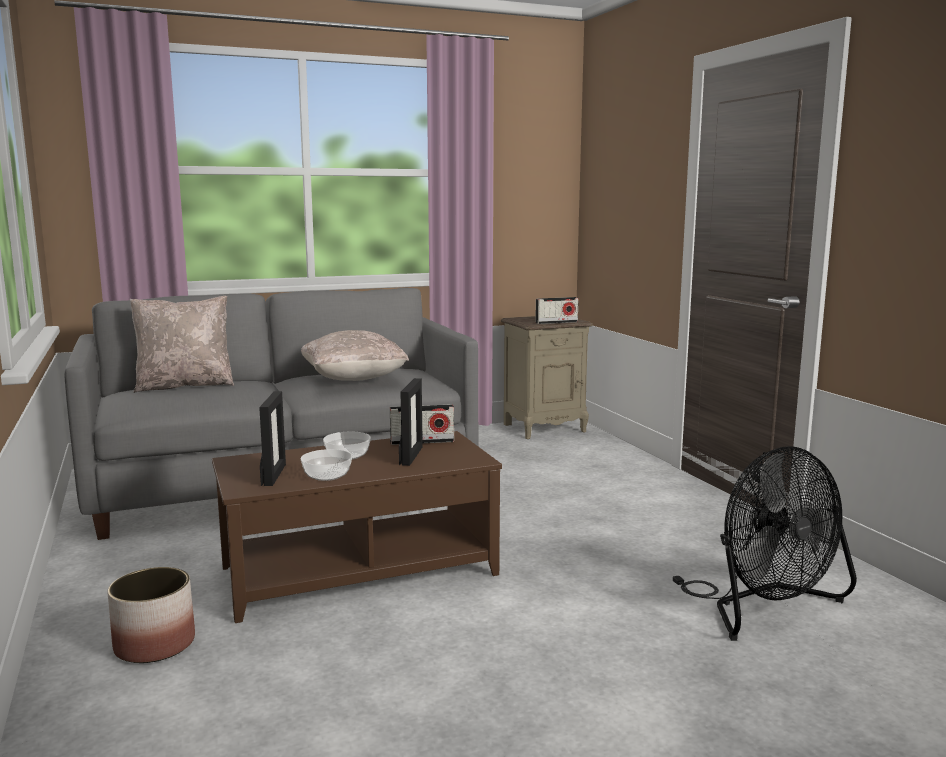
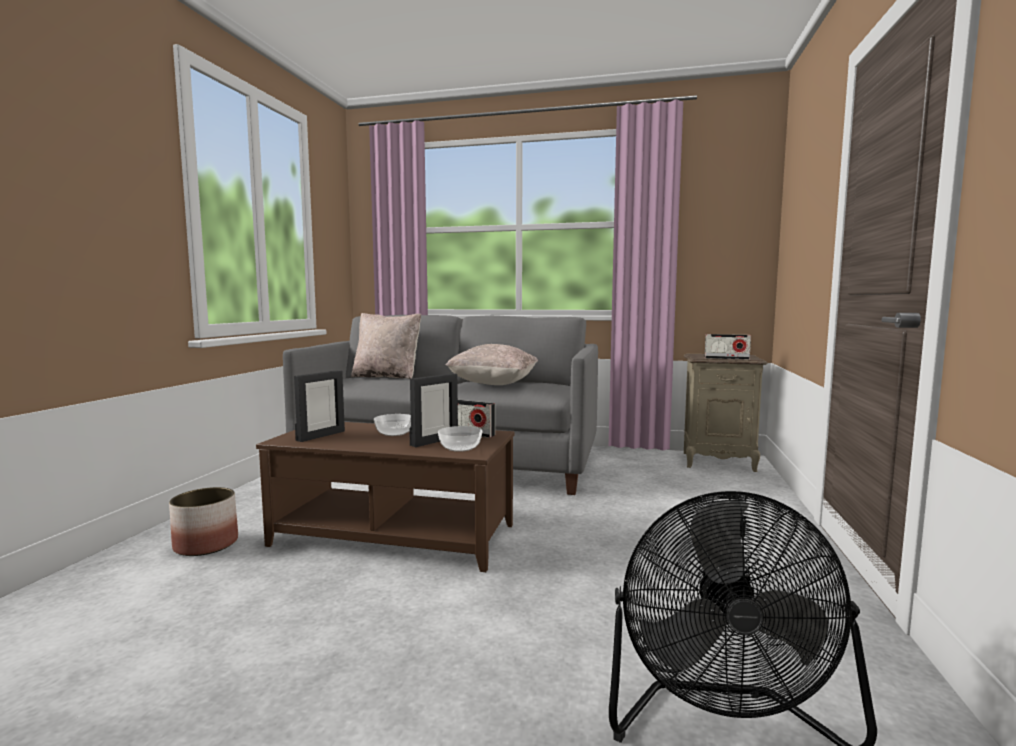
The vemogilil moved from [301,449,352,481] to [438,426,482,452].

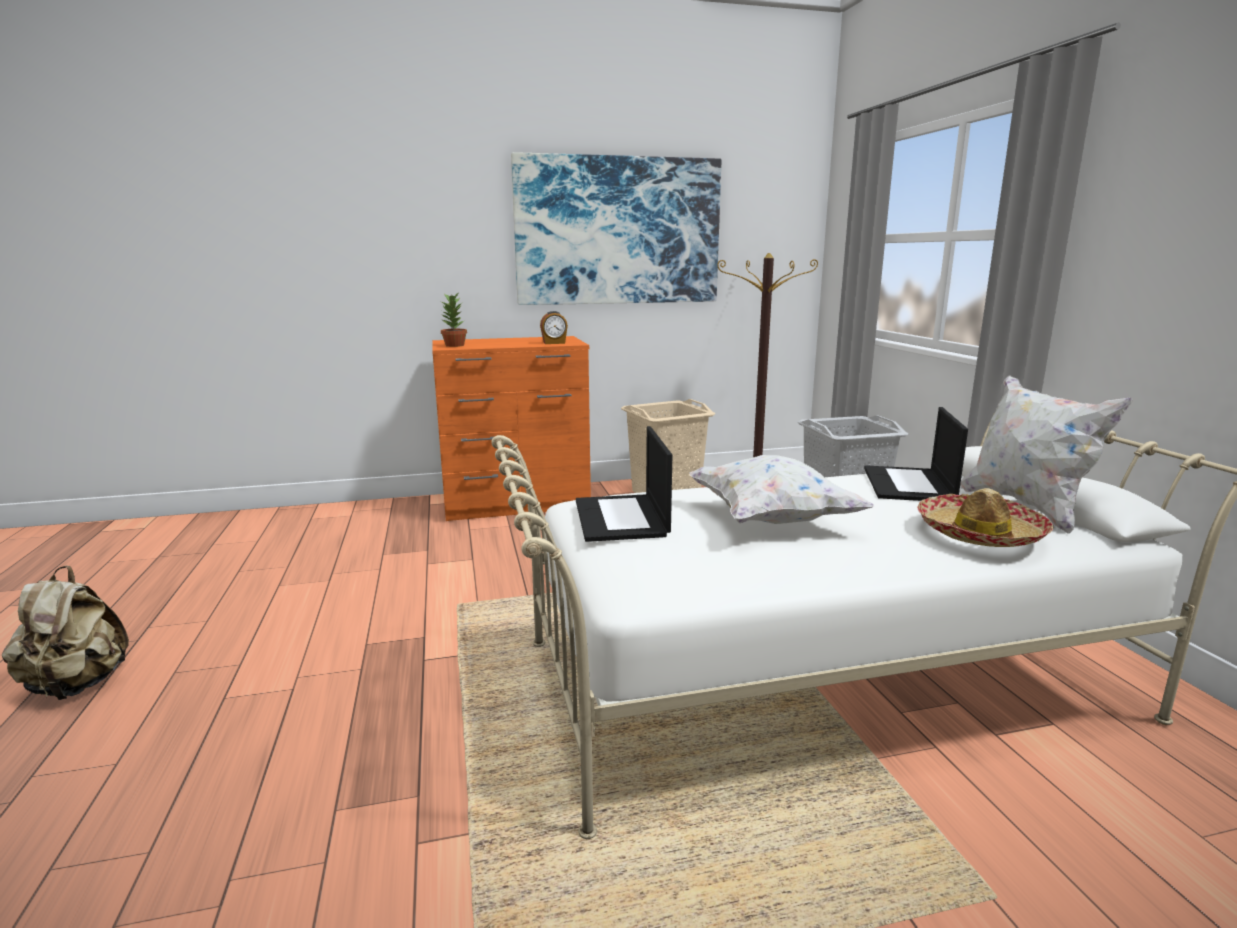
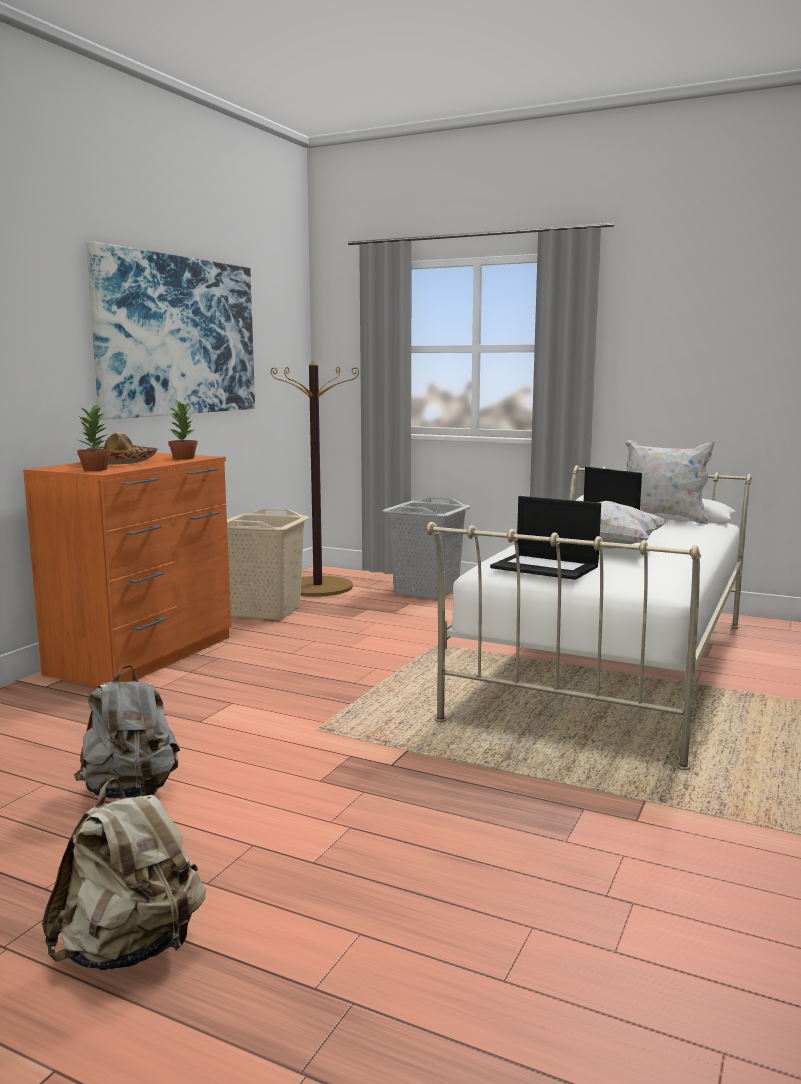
The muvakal at [540,311,568,344] was replaced by the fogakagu at [168,400,198,460]. The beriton moved from [917,488,1054,547] to [78,432,158,465]. The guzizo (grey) at [74,665,180,799] appeared.

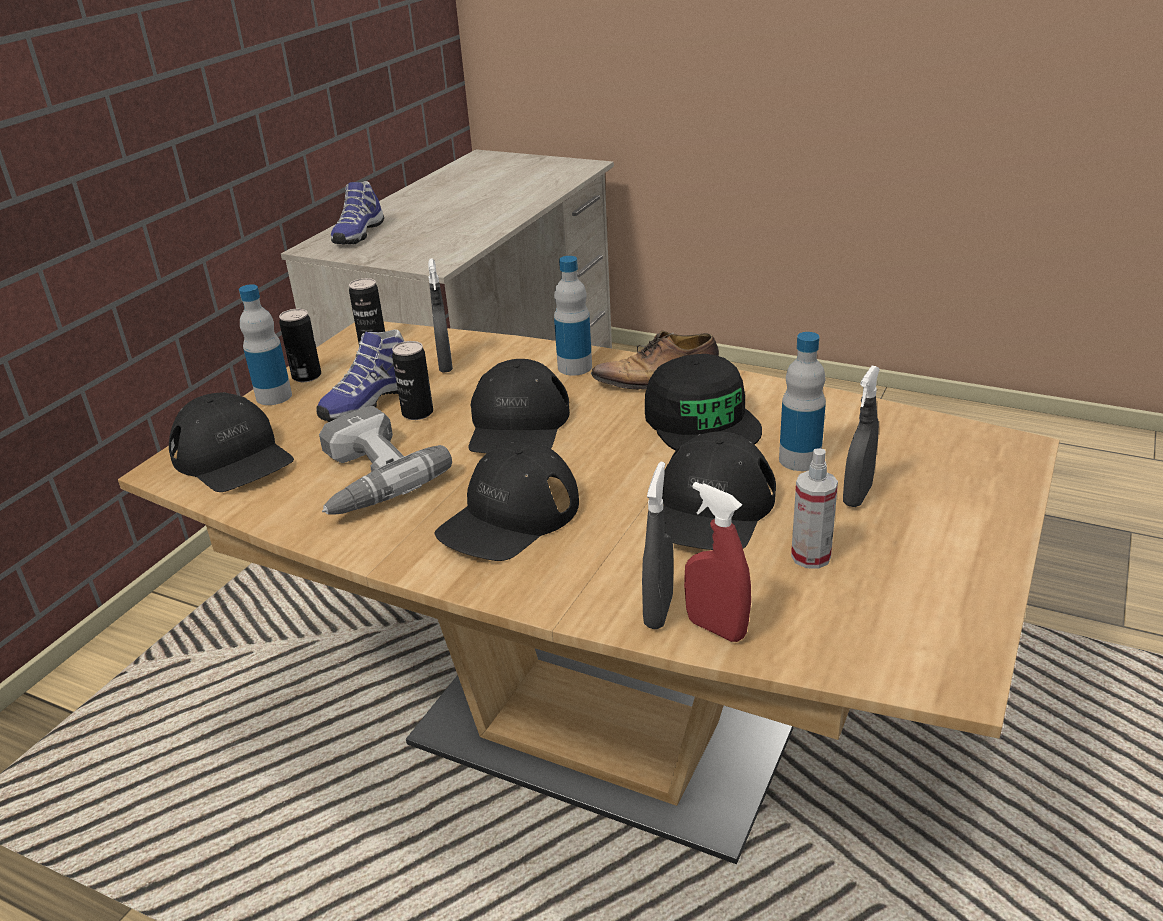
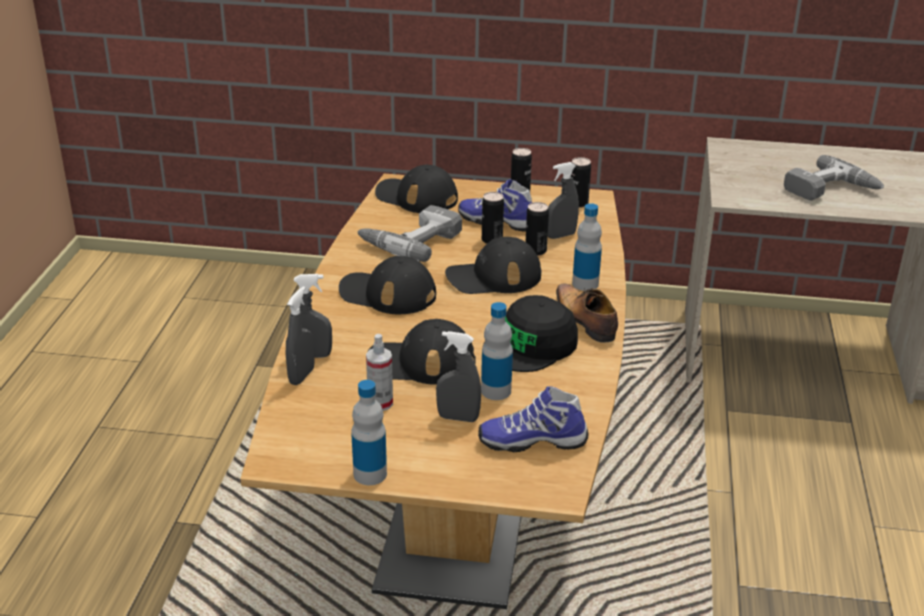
The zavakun moved from [331,181,384,244] to [478,386,588,452]. The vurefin moved from [239,284,292,405] to [351,380,387,485]. The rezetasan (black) at [169,392,294,492] turned 90 degrees clockwise. The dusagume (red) at [684,482,751,642] became the dusagume (grey) at [286,286,315,385]. The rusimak at [784,155,884,201] appeared. The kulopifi at [526,202,549,256] appeared.

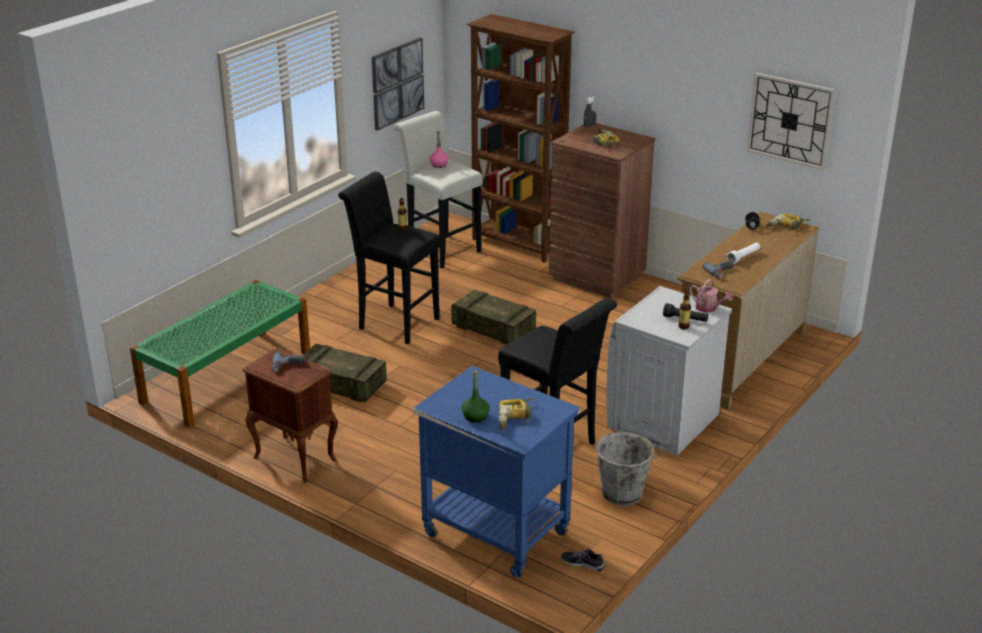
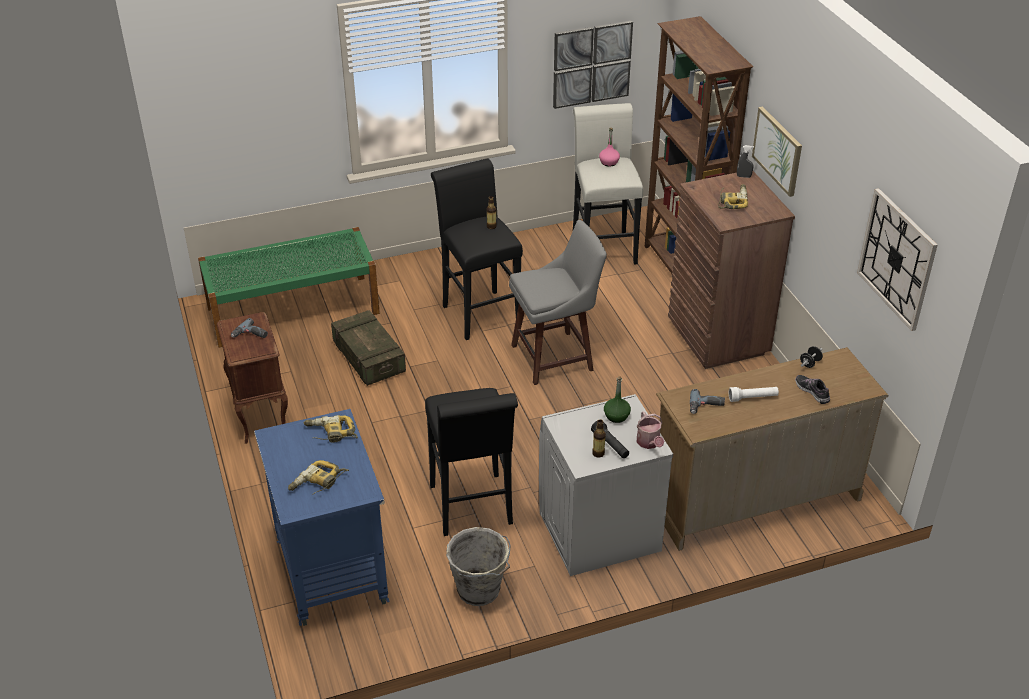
The rusimak moved from [765,213,810,230] to [304,415,358,443]. The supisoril at [451,289,536,345] was replaced by the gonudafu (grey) at [509,220,607,385]. The vurefin (green) moved from [462,370,490,422] to [604,376,631,423]. The zavakun moved from [561,549,605,571] to [795,375,830,404]. The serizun at [752,107,802,197] appeared.

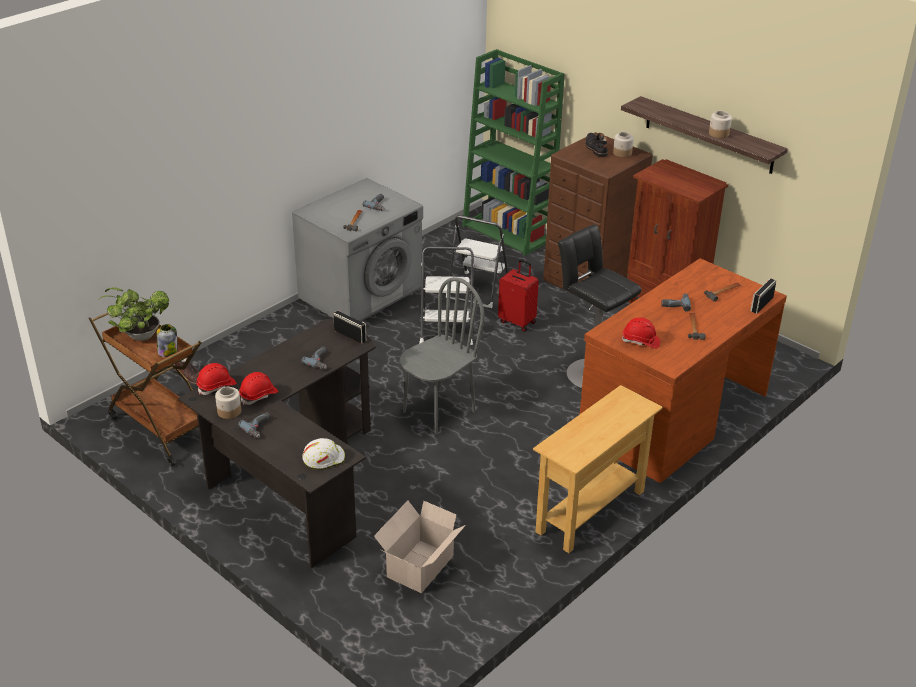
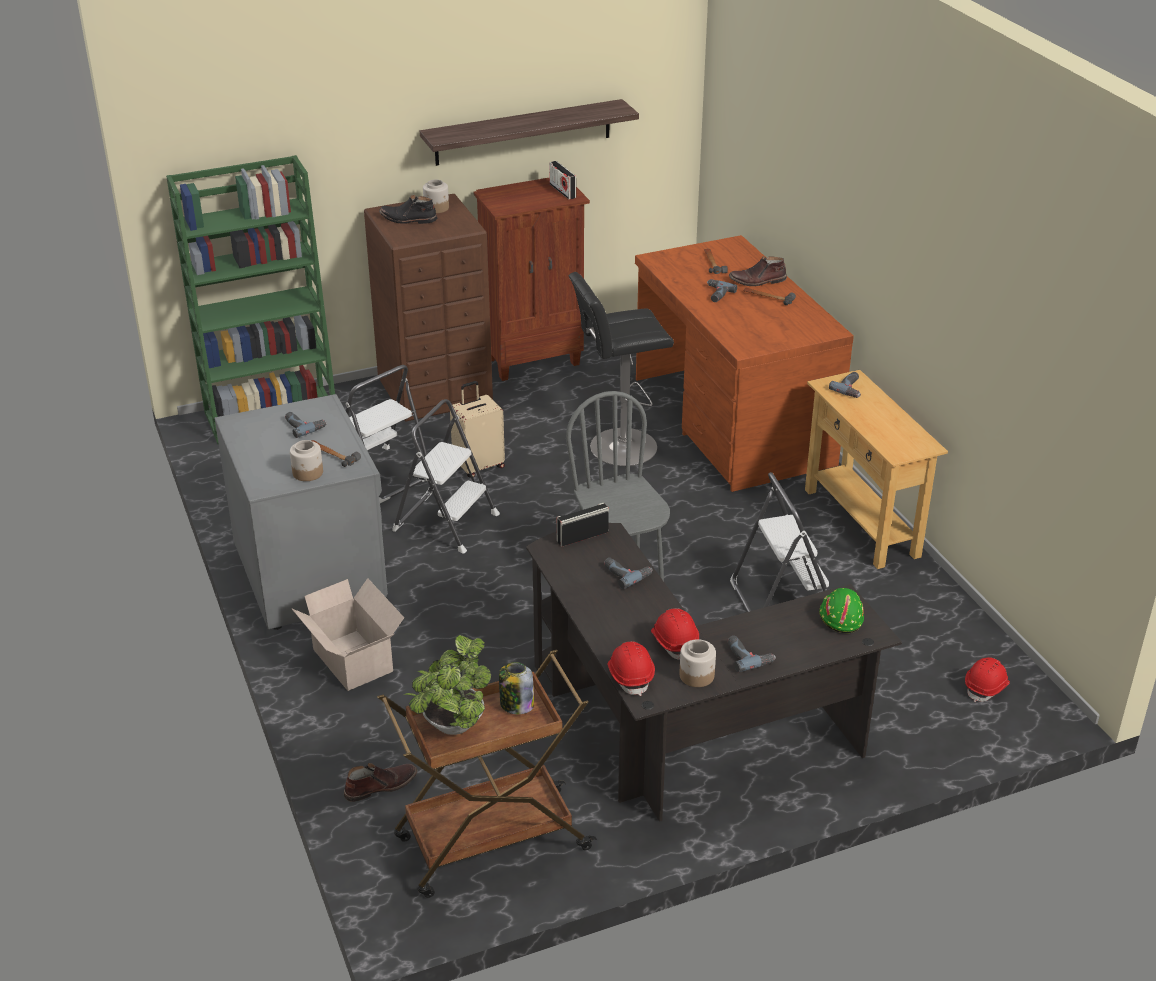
The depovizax moved from [709,111,732,138] to [290,440,323,481]. The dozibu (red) at [498,259,539,332] became the dozibu (beige) at [450,381,505,478]. The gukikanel moved from [750,278,776,313] to [549,161,576,199]. The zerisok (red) moved from [622,317,660,349] to [965,657,1010,703]. The zerisok (white) at [302,438,345,470] became the zerisok (green) at [819,588,864,633]. The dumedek moved from [374,500,466,593] to [291,578,404,691]. The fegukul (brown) at [729,256,787,286] appeared. The rusimak at [829,372,861,398] appeared. The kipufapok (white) at [730,472,829,612] appeared.

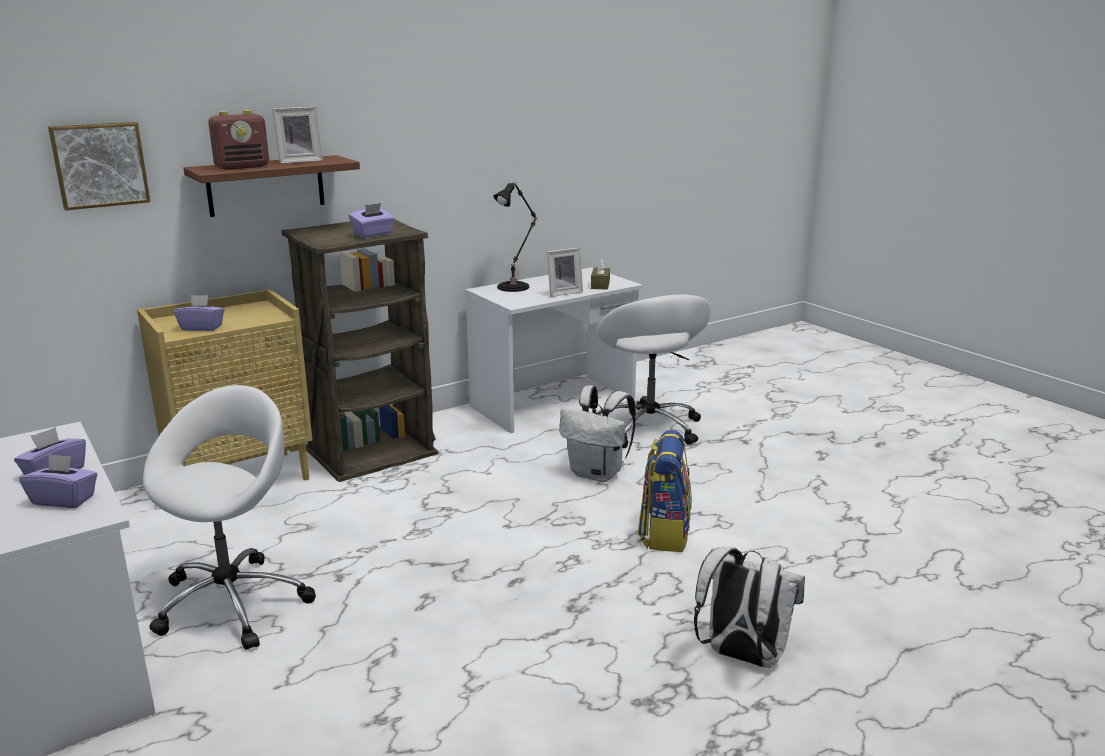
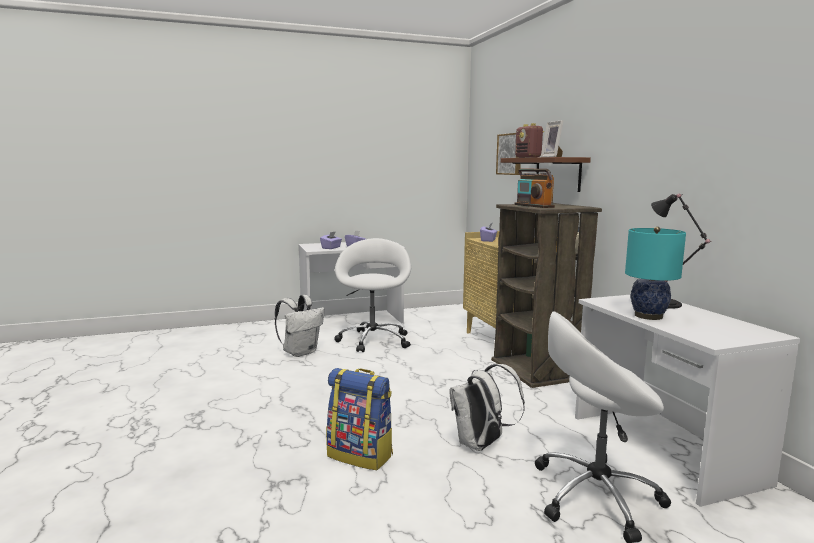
The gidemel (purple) at [349,203,395,237] was replaced by the gukikanel at [514,168,555,208]. The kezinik at [547,248,583,297] was replaced by the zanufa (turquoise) at [625,227,686,320]. The gidemel (brown) at [591,259,610,290] disappeared. The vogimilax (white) at [143,385,316,650] turned 135 degrees counterclockwise. The guzizo (white) moved from [694,547,805,668] to [275,295,325,357].

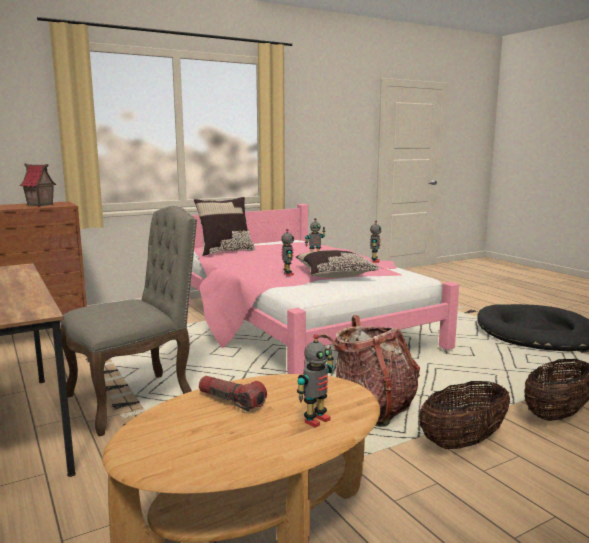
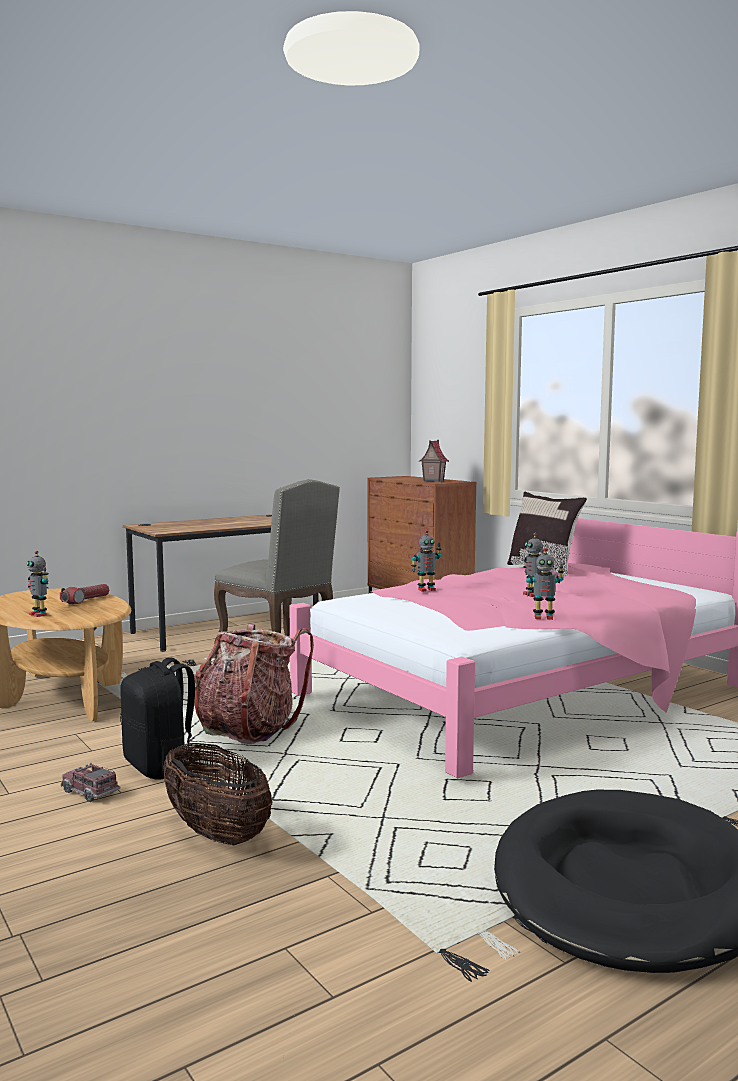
The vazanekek at [296,250,380,278] disappeared. The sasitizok at [419,381,510,449] was replaced by the guzizo (black) at [120,657,205,780]. The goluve at [61,763,120,802] appeared.

